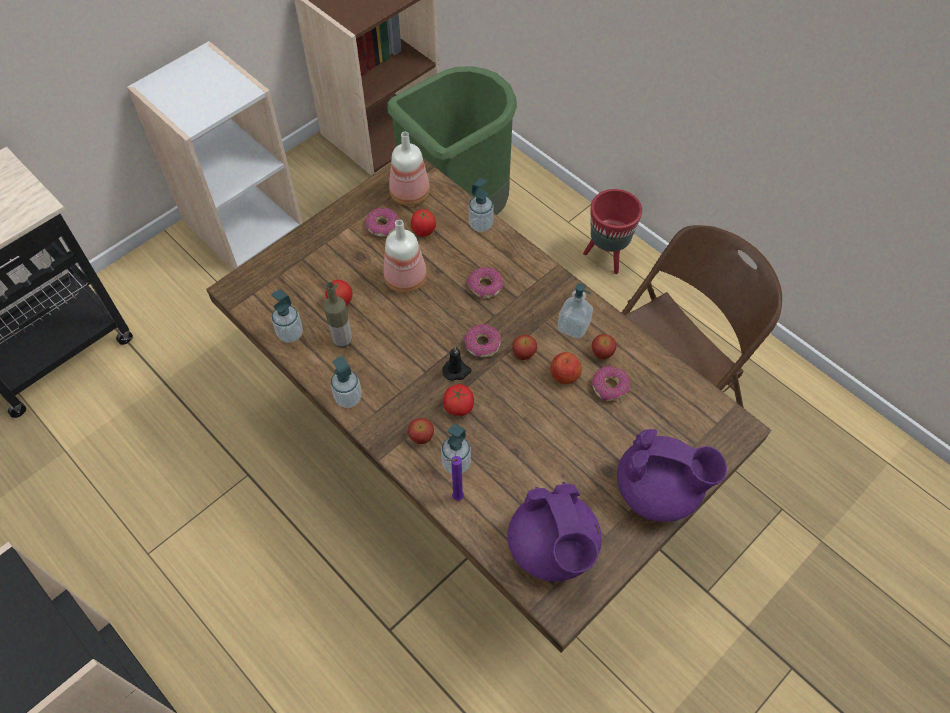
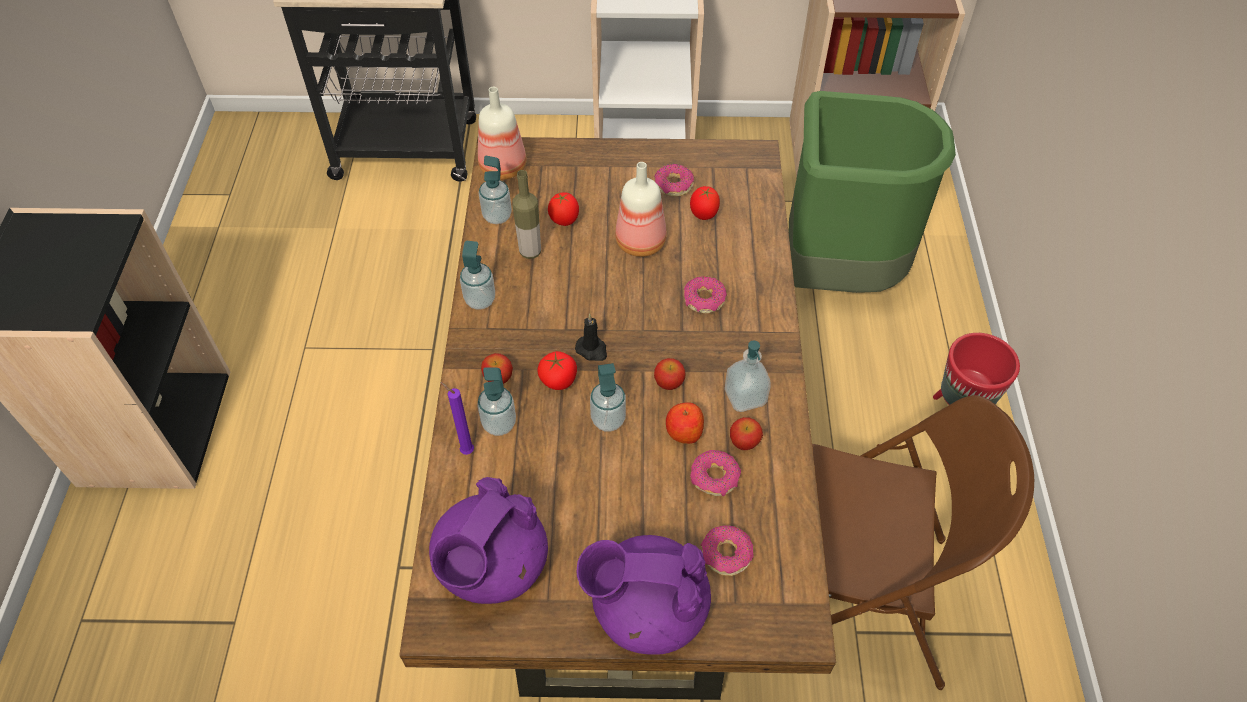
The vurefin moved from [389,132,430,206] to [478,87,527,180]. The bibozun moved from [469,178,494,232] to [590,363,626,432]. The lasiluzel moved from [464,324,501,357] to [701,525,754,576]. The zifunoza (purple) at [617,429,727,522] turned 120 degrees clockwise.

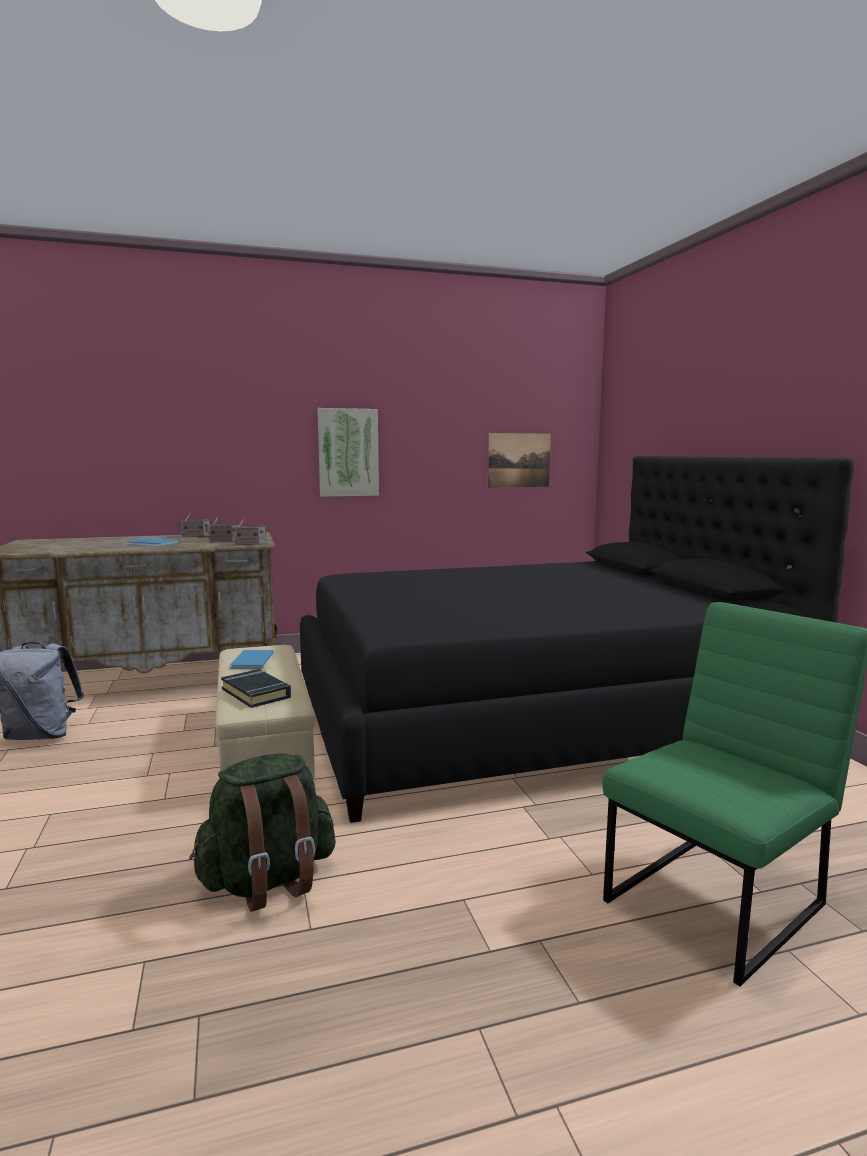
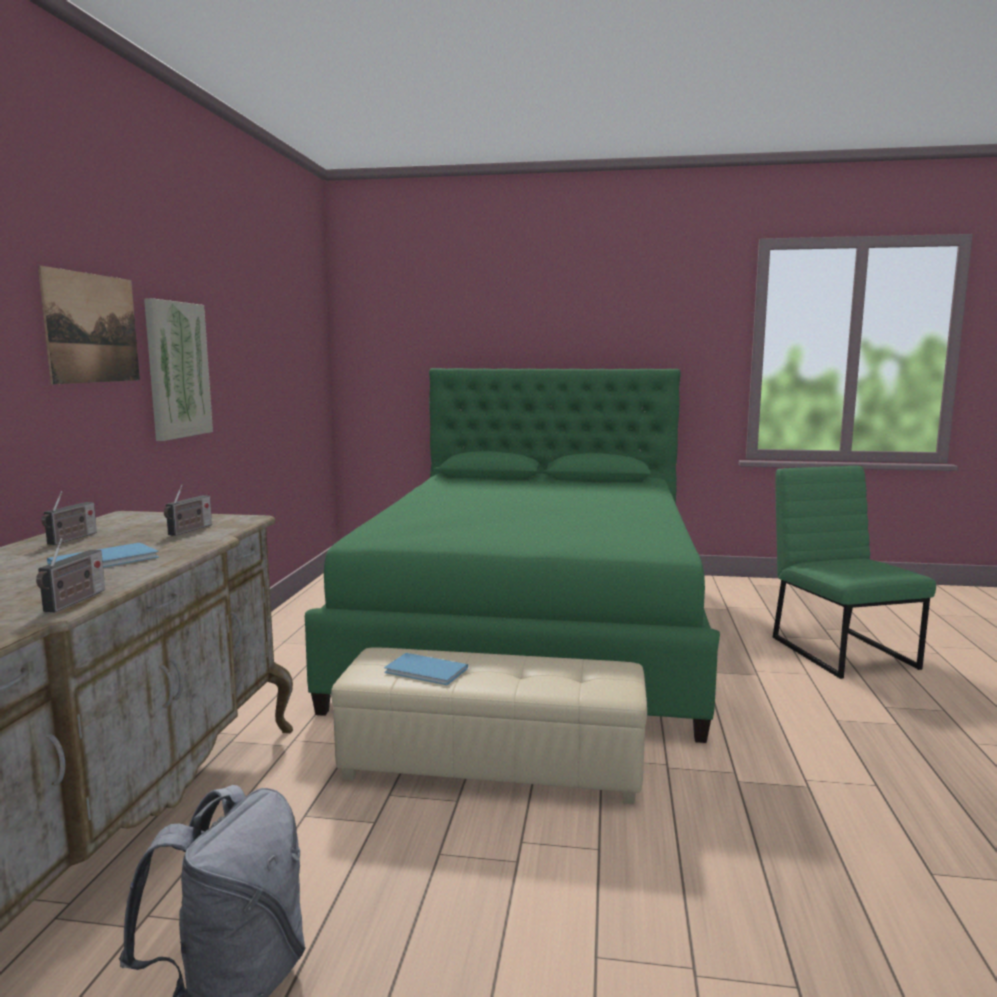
The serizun moved from [488,433,551,488] to [38,265,140,384]. The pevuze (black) at [300,456,854,823] became the pevuze (green) at [305,368,720,743]. The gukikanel moved from [231,517,267,545] to [36,538,105,612]. The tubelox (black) at [221,669,291,708] disappeared. The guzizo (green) at [189,754,336,912] disappeared.

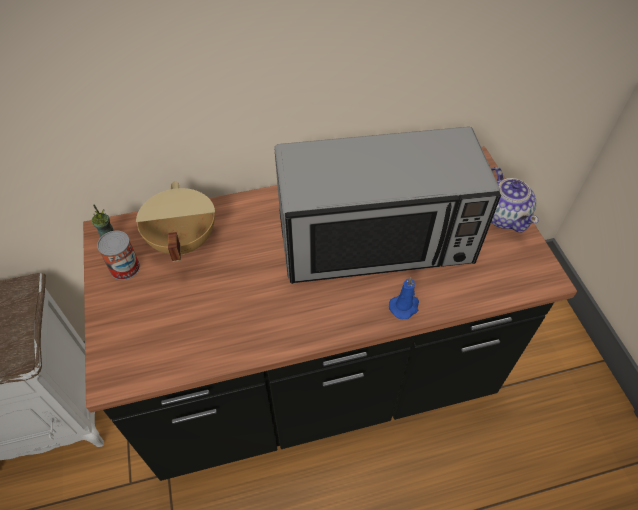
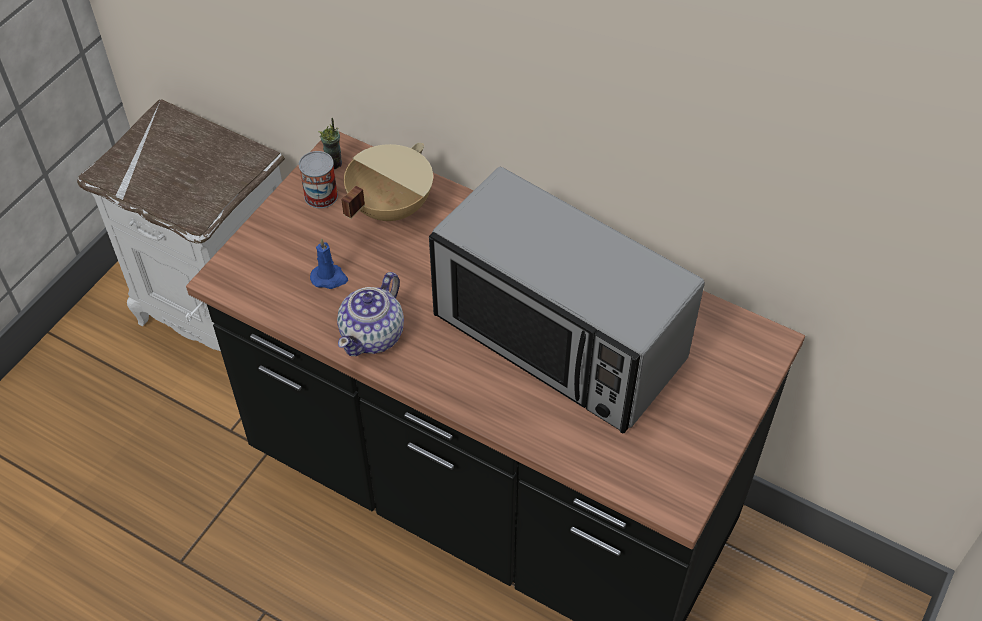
The zifunoza moved from [491,167,538,232] to [337,272,404,356]. The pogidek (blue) moved from [389,277,419,319] to [310,238,348,289].

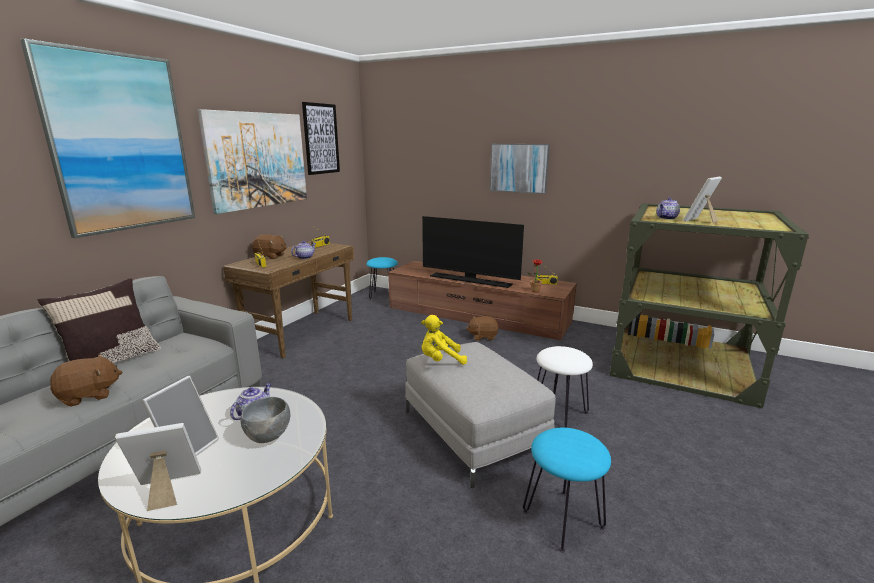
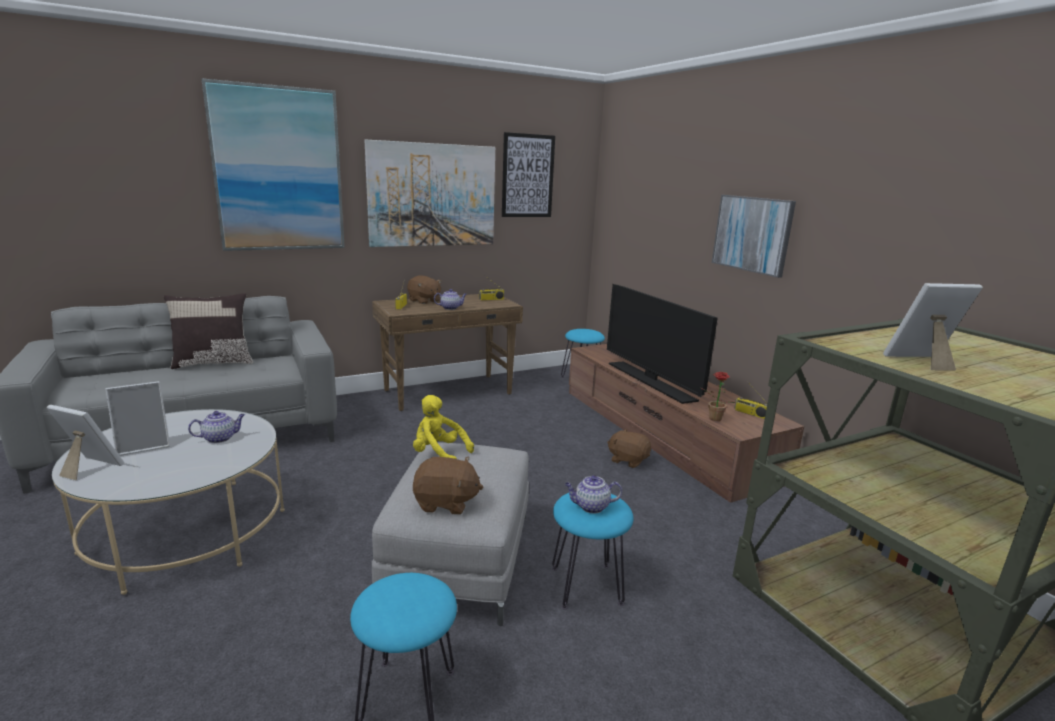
The zifunoza moved from [656,197,680,219] to [565,476,622,513]. The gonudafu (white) at [537,346,593,428] became the gonudafu (turquoise) at [552,493,634,609]. The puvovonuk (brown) moved from [50,354,122,407] to [413,457,483,515]. The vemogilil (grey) at [241,397,290,443] disappeared.

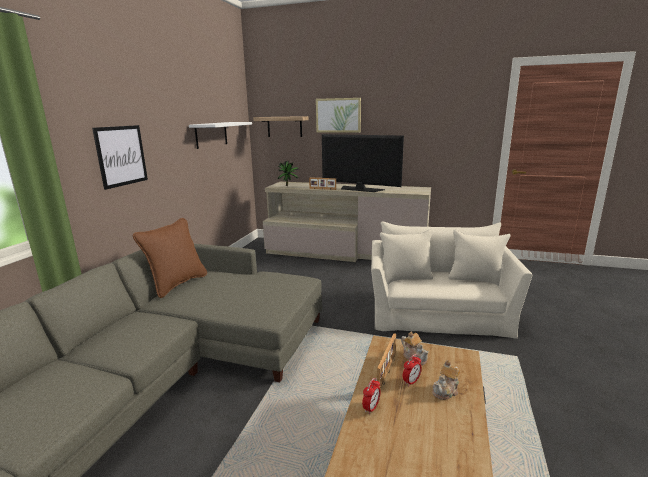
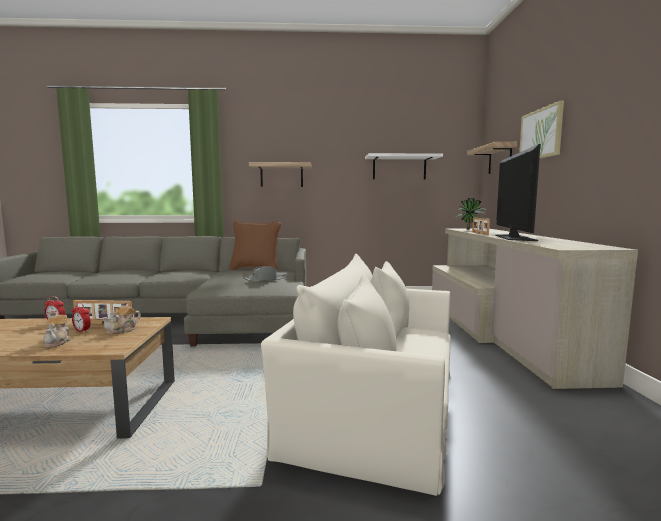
The serizun at [92,125,148,190] was replaced by the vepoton at [249,162,311,187]. The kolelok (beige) at [371,222,532,339] turned 150 degrees counterclockwise. The zifunoza at [432,360,460,400] turned 135 degrees counterclockwise. The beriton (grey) at [242,266,287,282] appeared.

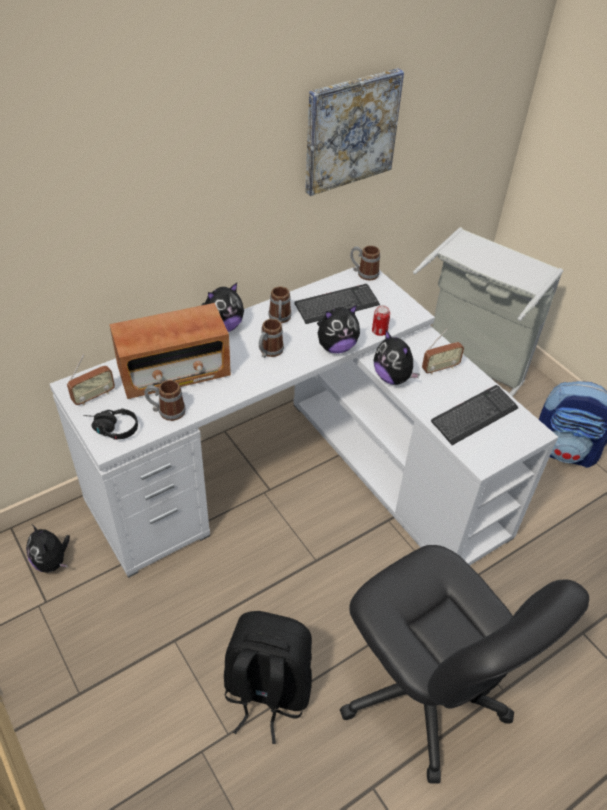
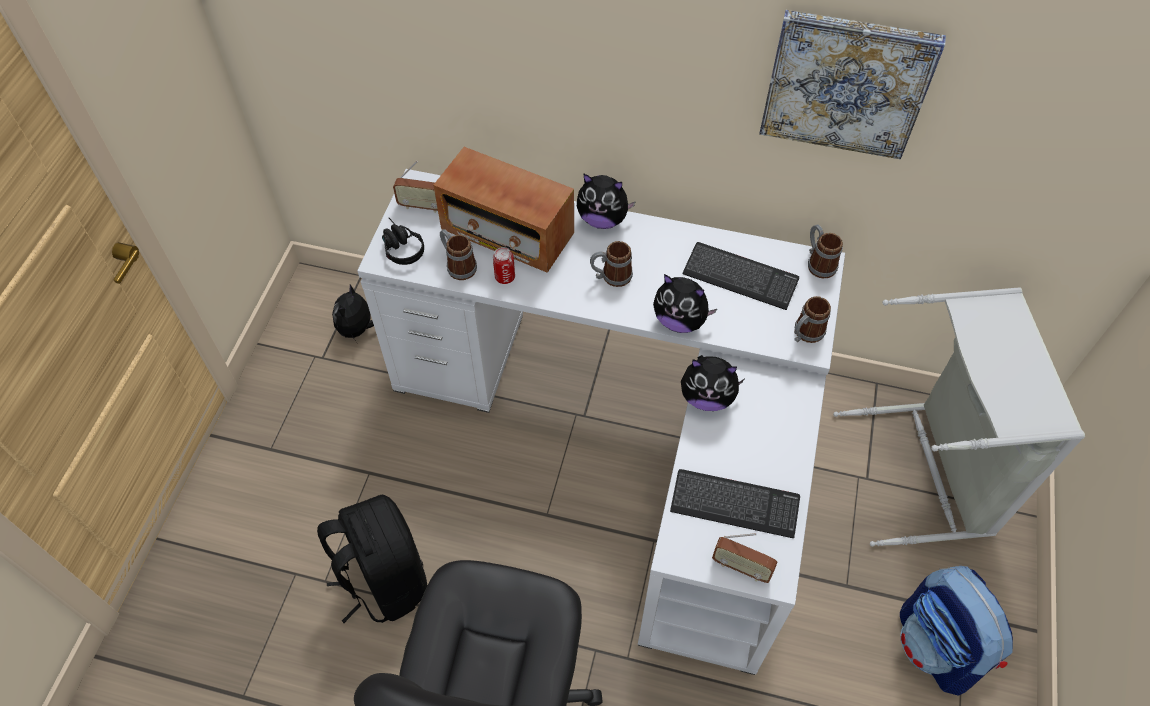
The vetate moved from [268,286,292,323] to [794,296,831,343]. The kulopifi moved from [372,305,390,336] to [493,247,515,284]. The gukikanel moved from [422,329,464,375] to [712,533,777,583]. The puvovonuk at [374,330,420,385] turned 90 degrees counterclockwise.

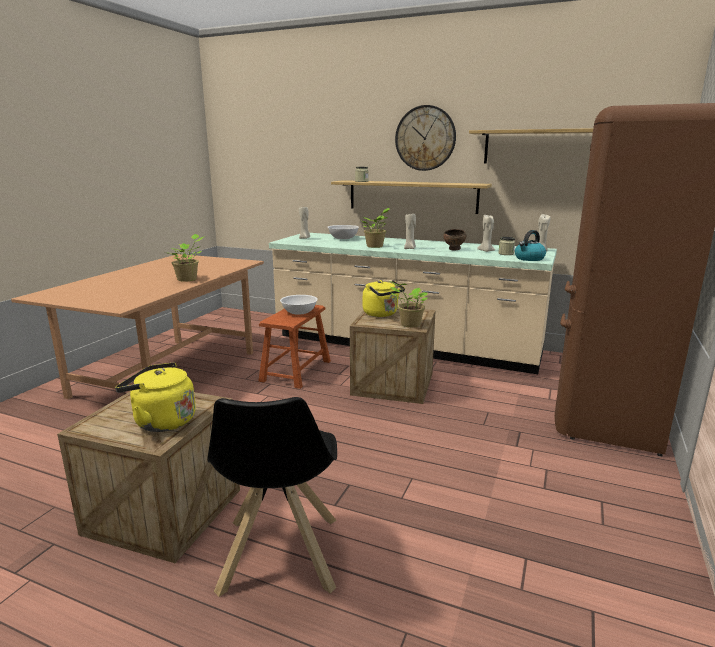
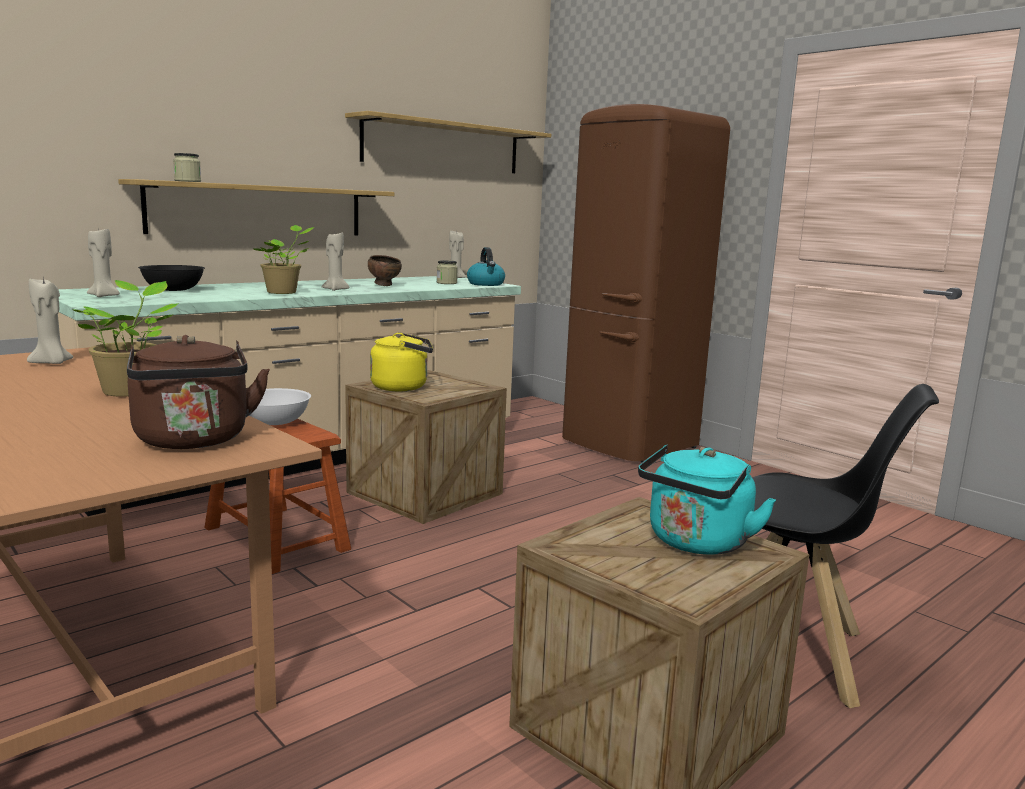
The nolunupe at [395,105,456,171] disappeared. The pogidek (beige) moved from [477,215,495,252] to [27,277,73,364]. The vemogilil (white) at [328,225,359,239] became the vemogilil (black) at [138,265,205,291]. The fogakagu at [390,281,428,327] disappeared. The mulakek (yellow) at [115,362,196,432] became the mulakek (turquoise) at [638,444,776,555]. The mulakek (brown) at [127,335,270,449] appeared.

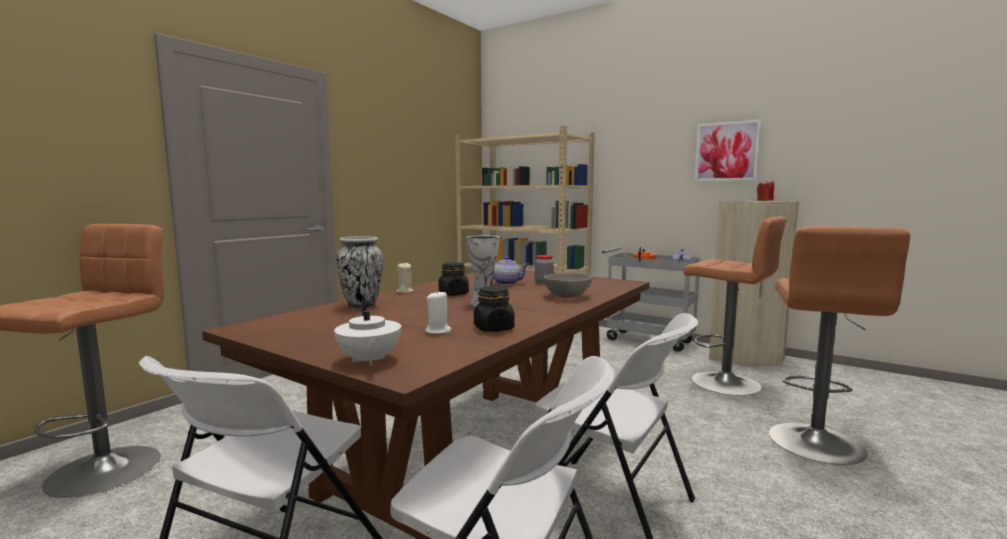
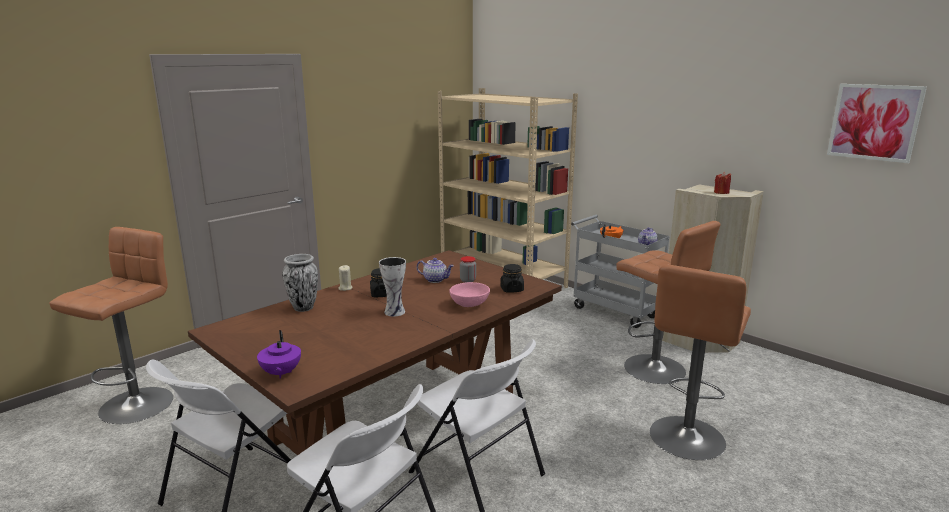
The serizun moved from [695,120,761,181] to [827,84,927,163]. The vemogilil (grey) at [544,273,593,298] became the vemogilil (pink) at [449,282,490,307]. The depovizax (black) moved from [474,286,515,332] to [500,264,524,292]. The pogidek (white) at [425,290,451,334] disappeared. The zifunoza (white) at [334,298,401,366] became the zifunoza (purple) at [257,330,301,379].

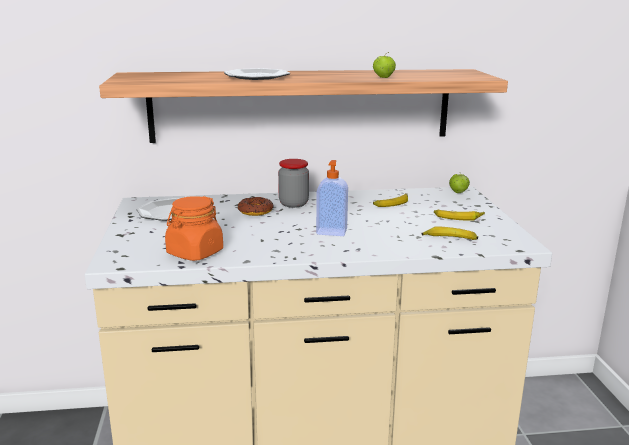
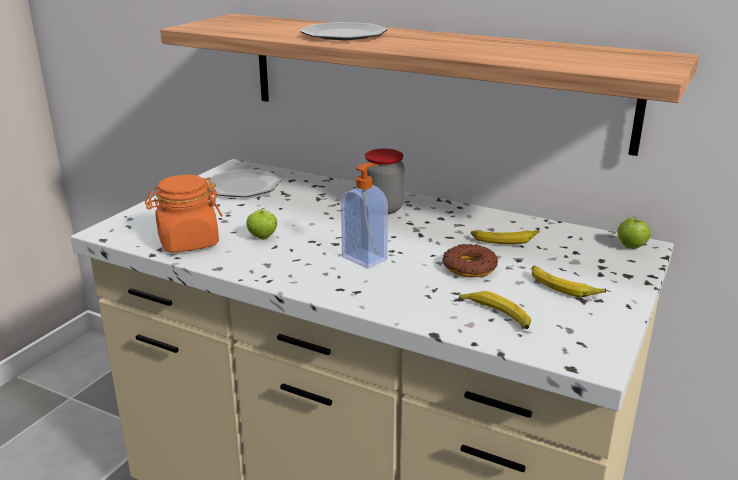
The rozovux moved from [373,52,396,78] to [246,208,277,240]. The lasiluzel moved from [238,197,273,216] to [442,244,498,278].

